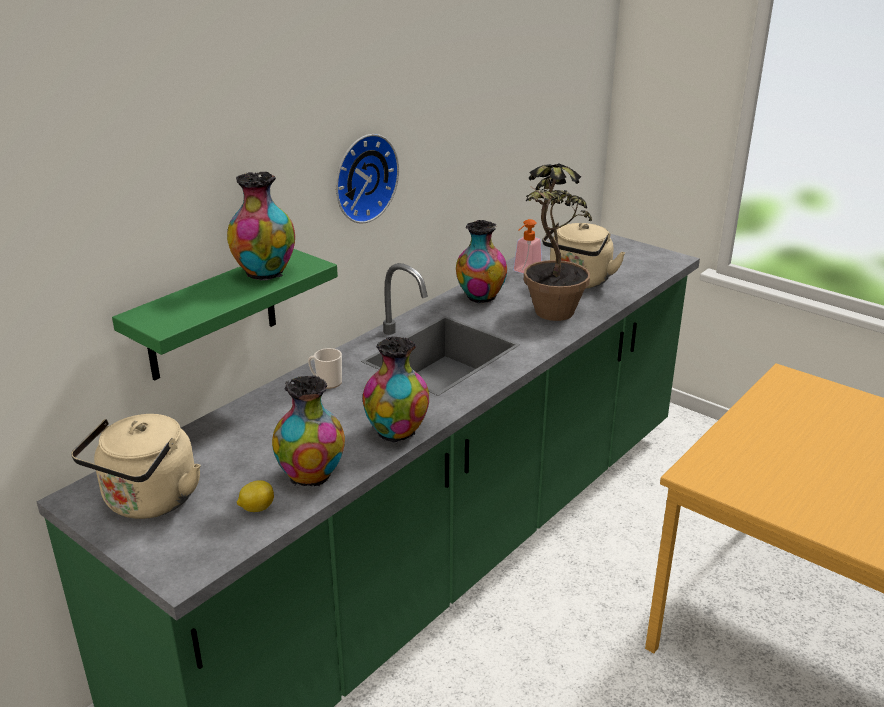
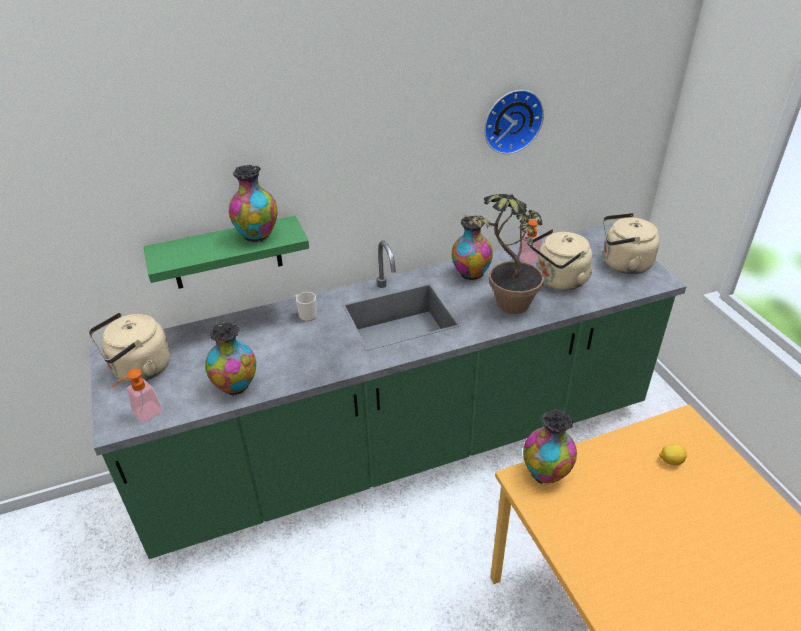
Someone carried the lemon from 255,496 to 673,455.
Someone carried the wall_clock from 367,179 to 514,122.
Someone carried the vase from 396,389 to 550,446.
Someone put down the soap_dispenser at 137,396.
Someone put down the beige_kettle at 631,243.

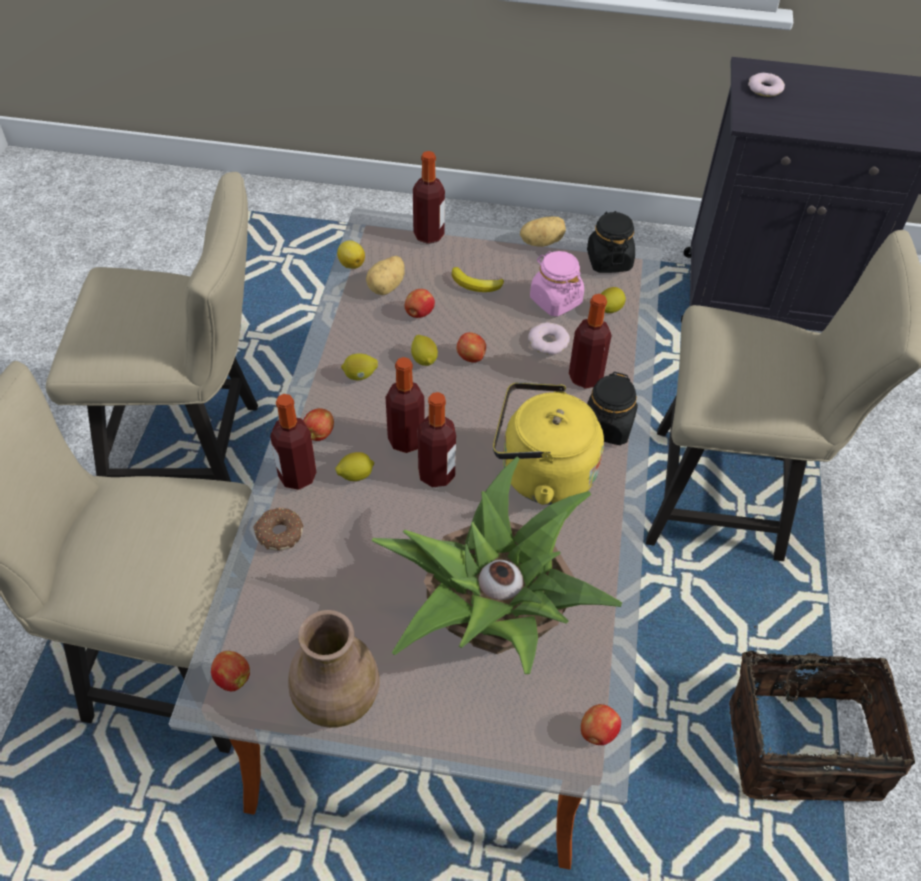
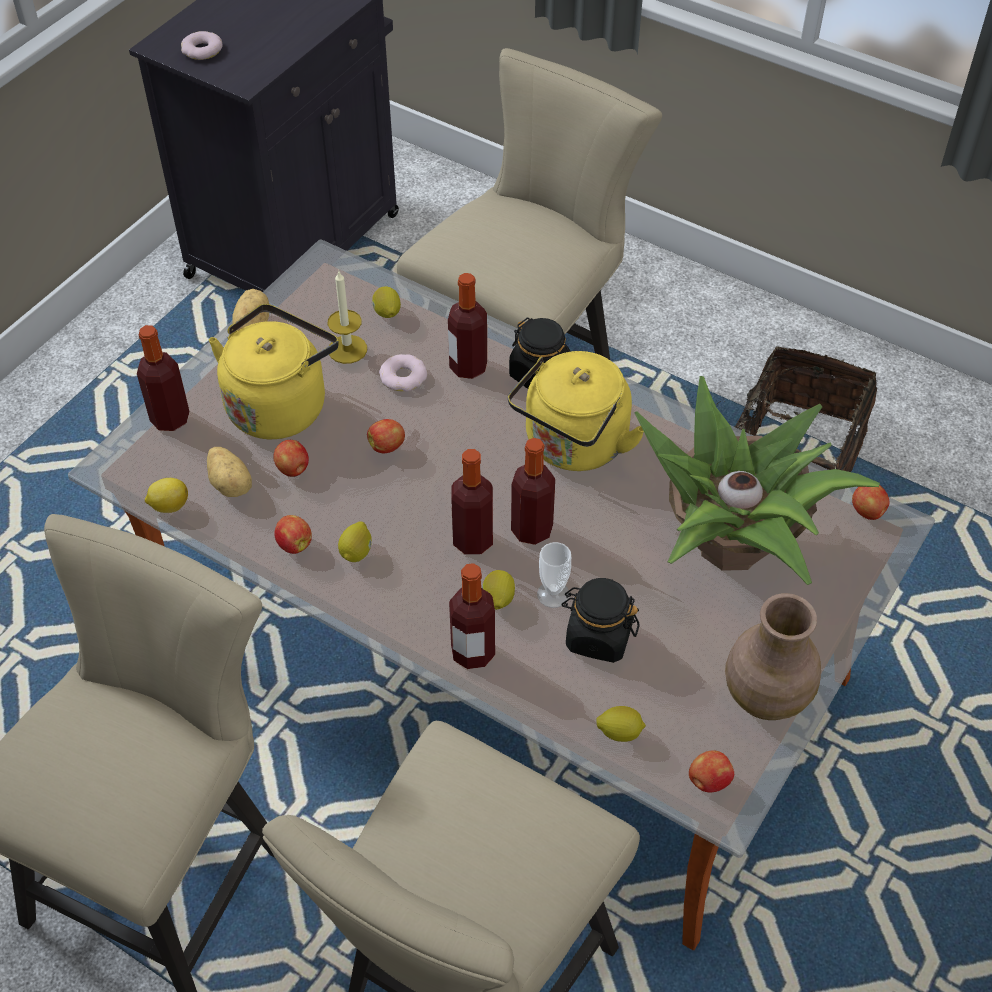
Someone took away the donut at 278,529.
Someone carried the apple from 318,424 to 293,534.
Someone carried the lemon from 424,350 to 621,724.
Someone swapped the banana at 478,279 for the yellow_kettle at 274,371.
Someone swapped the pink_jar at 557,283 for the candle at 347,317.
Someone carried the black_jar from 611,242 to 600,620.
Someone put down the cup at 554,575.

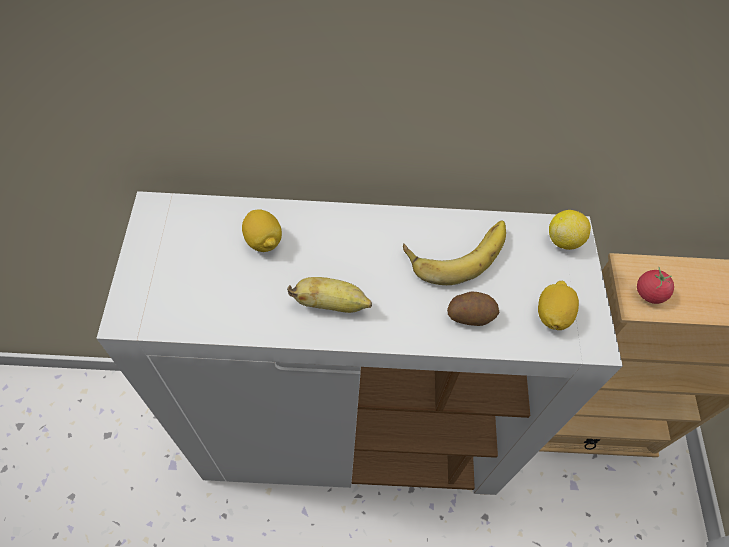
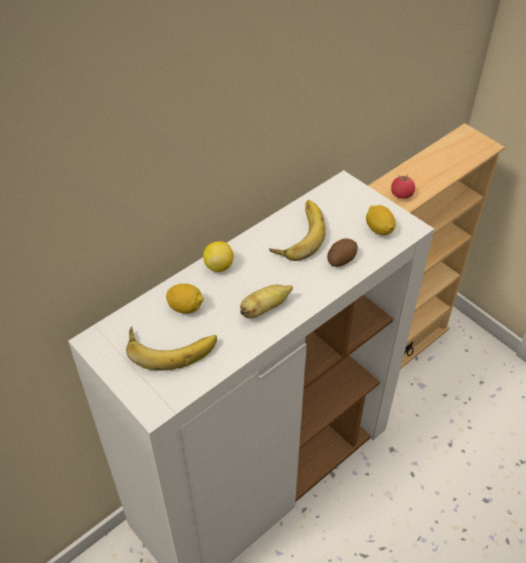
Someone carried the lemon from 570,230 to 218,256.
Someone put down the banana at 171,348.

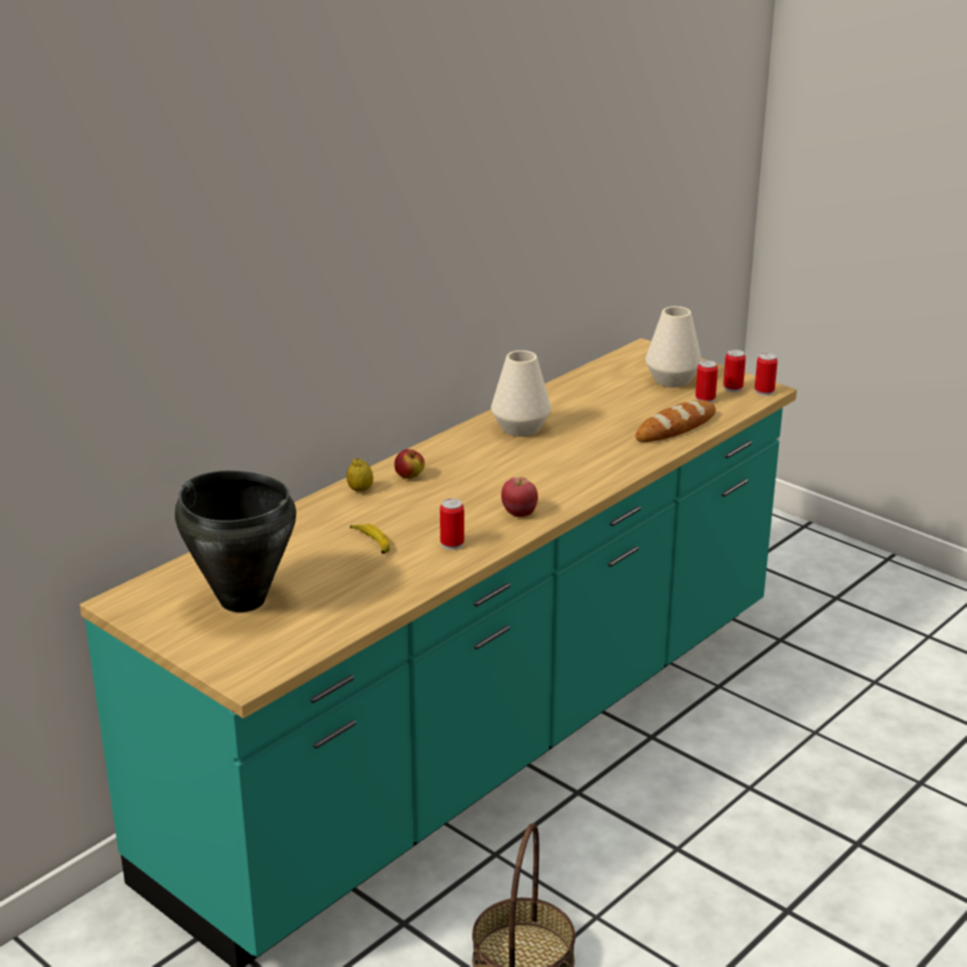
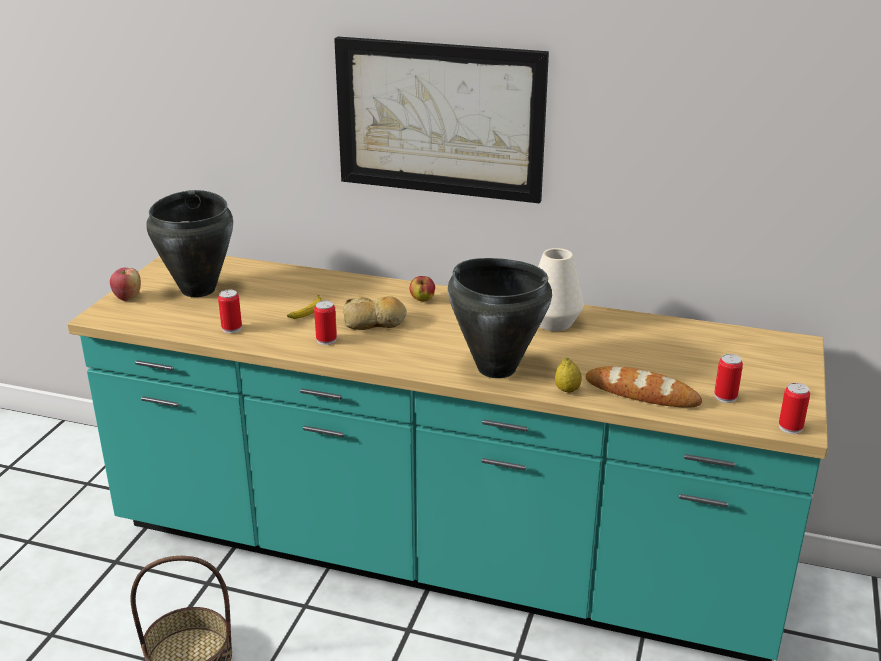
Someone carried the lemon from 359,475 to 568,375.
Someone carried the apple from 519,497 to 125,284.
Someone took away the white_vase at 673,347.
Someone carried the can from 734,370 to 230,311.
Someone put up the picture at 441,120.
Someone put down the bread at 375,313.
Someone put down the black_cooking_pot at 500,318.

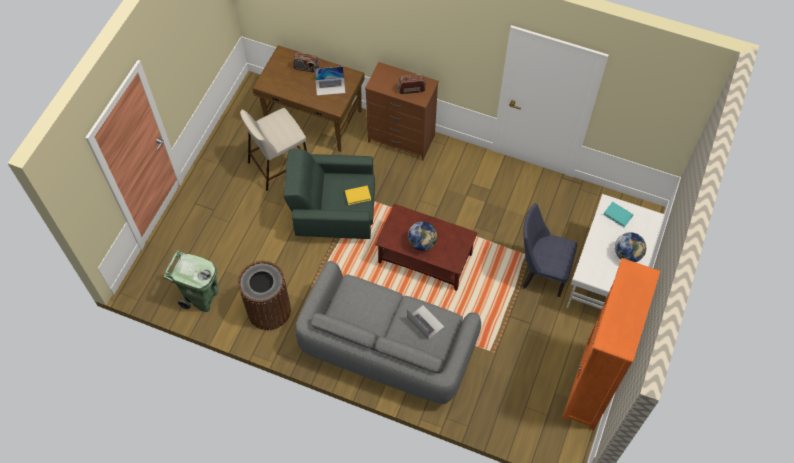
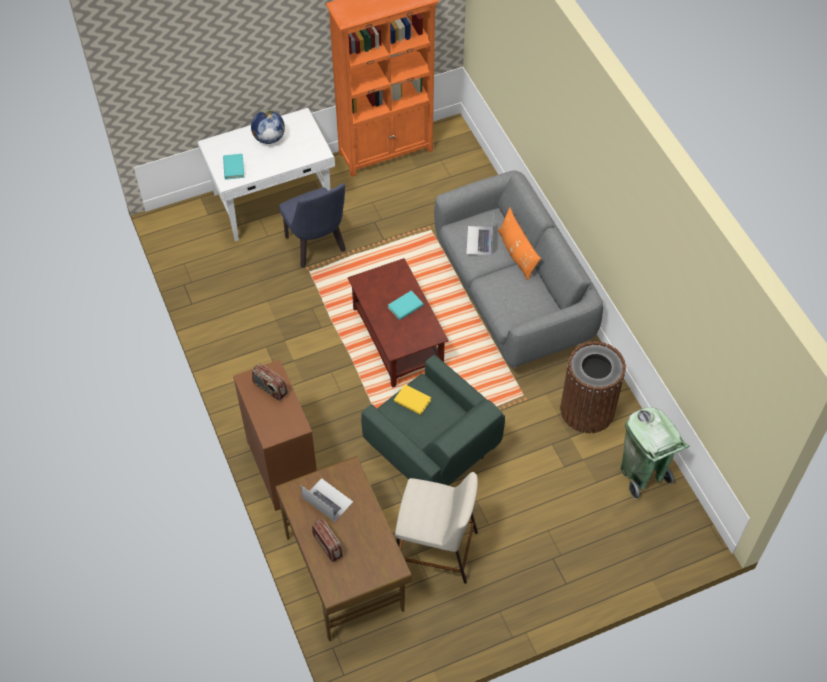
Someone swapped the globe at 422,236 for the turquoise_book at 406,305.
Someone put down the orange_pillow at 519,244.

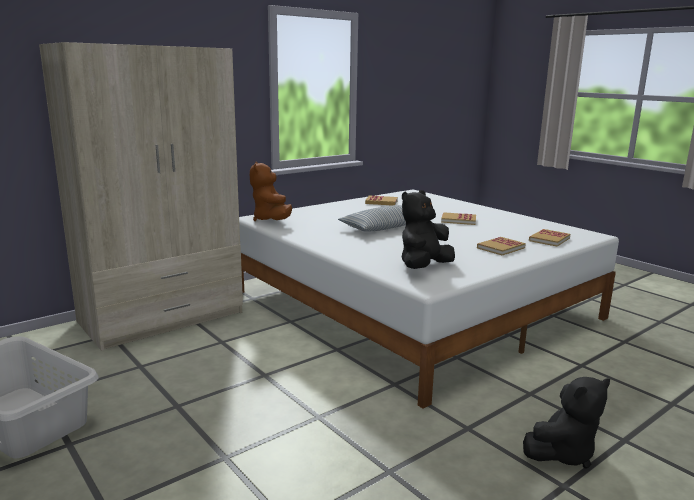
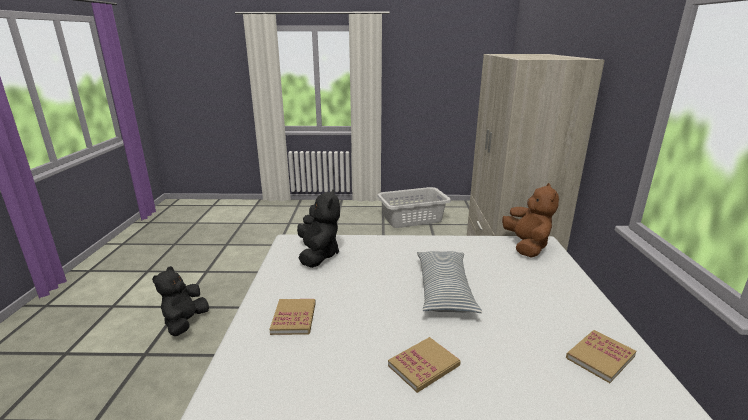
Someone rotated the brown_plush_toy at 271,191 by 60 degrees clockwise.
Someone took away the book at 549,237.

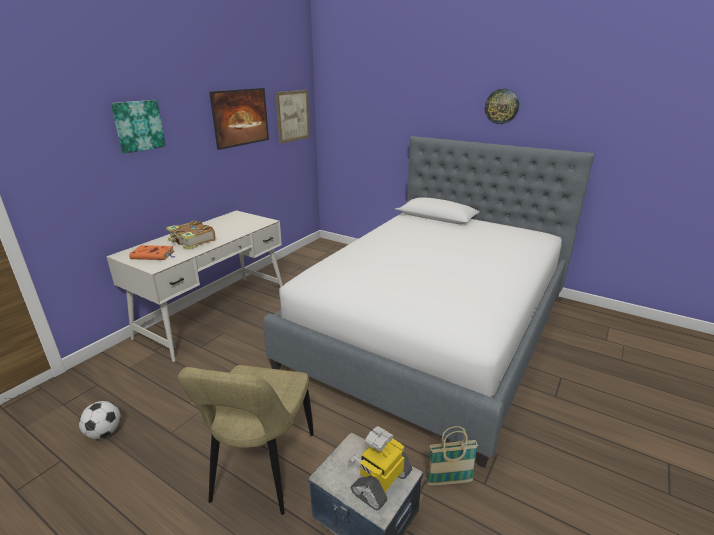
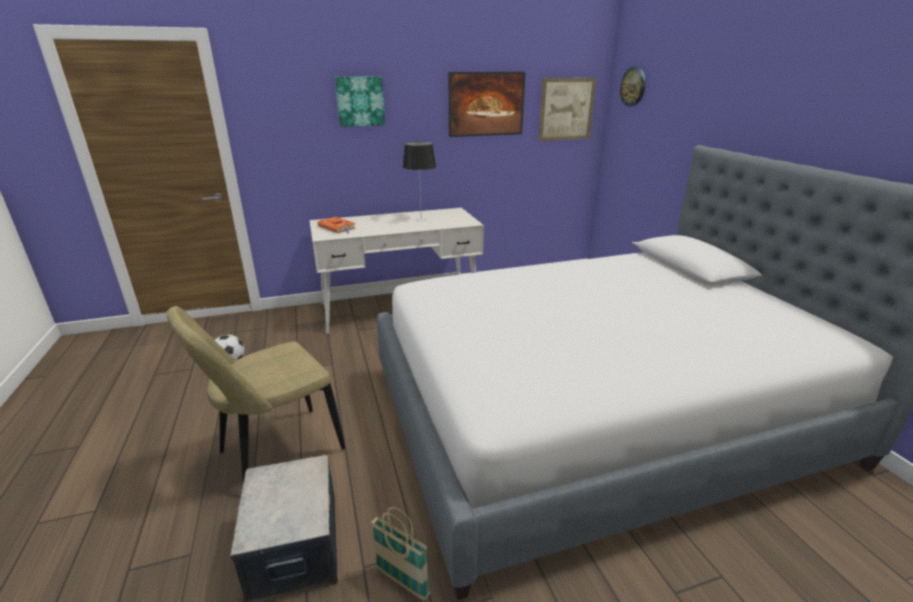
Someone took away the book at 191,235.
Someone took away the toy_robot at 380,468.
Someone carried the wall_clock from 502,106 to 633,87.
Someone put down the table_lamp at 419,181.

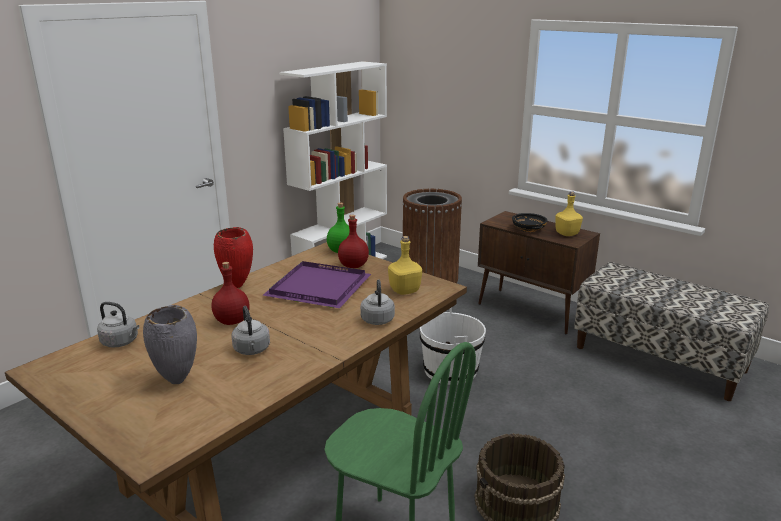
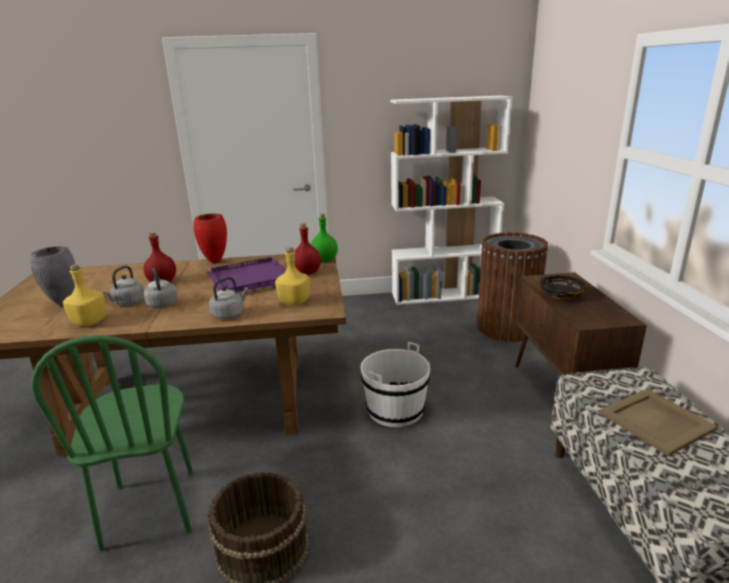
Someone carried the grey_kettle from 118,325 to 161,288.
Someone carried the yellow_bottle from 569,213 to 84,295.
Someone put down the beige_tray at 658,422.

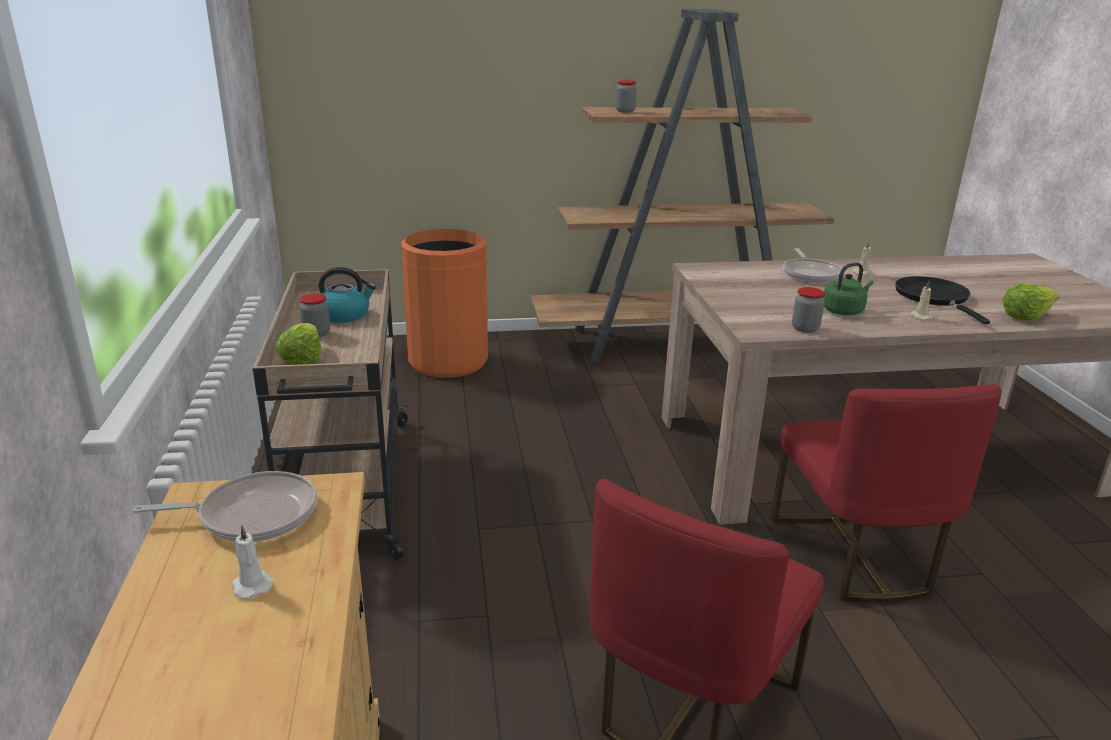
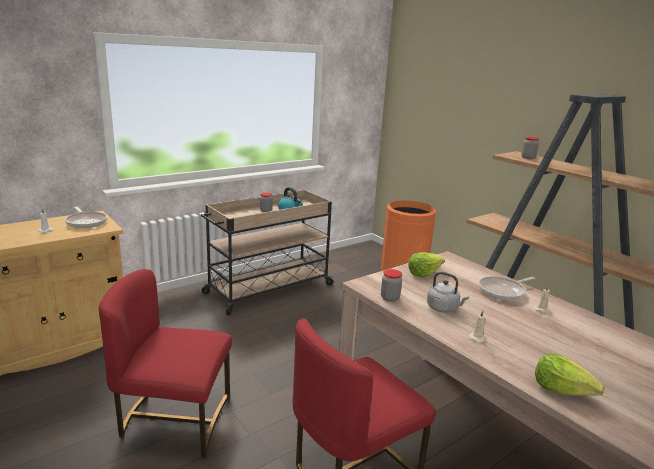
Someone carried the lettuce from 298,344 to 426,264.
Someone repainted the green_kettle at 848,288, which became the grey_kettle at 448,292.
Someone took away the black_frying_pan at 942,300.

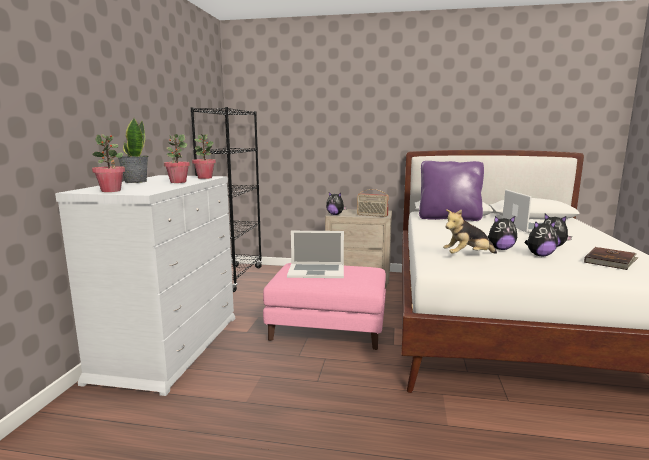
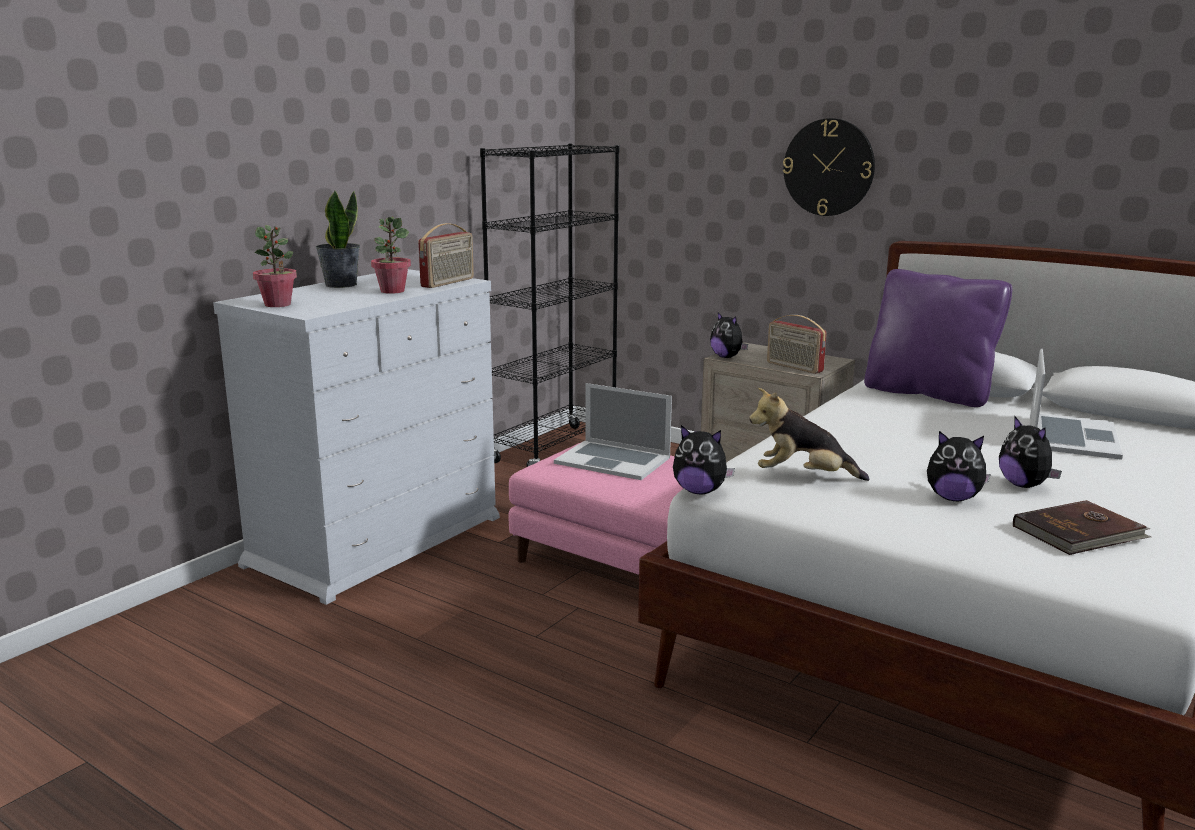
Someone swapped the potted_plant at 204,156 for the radio at 446,255.
Someone carried the plush_toy from 502,233 to 704,459.
Someone put up the wall_clock at 829,167.

